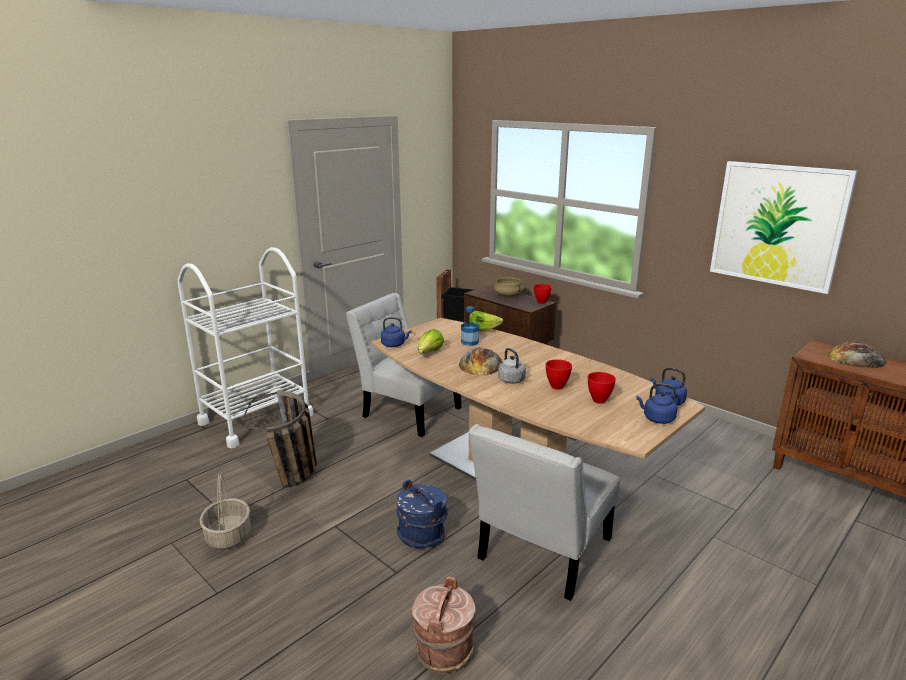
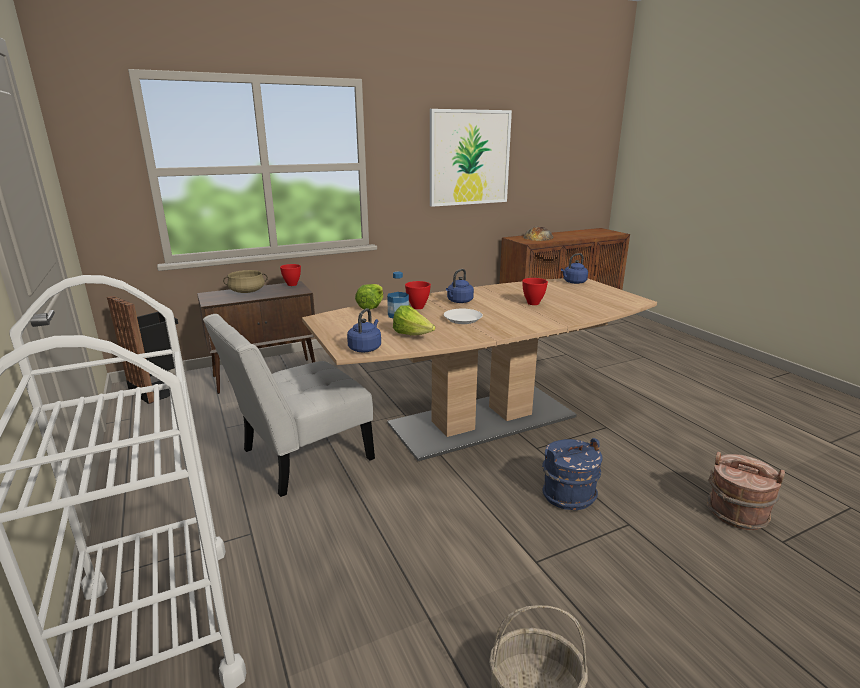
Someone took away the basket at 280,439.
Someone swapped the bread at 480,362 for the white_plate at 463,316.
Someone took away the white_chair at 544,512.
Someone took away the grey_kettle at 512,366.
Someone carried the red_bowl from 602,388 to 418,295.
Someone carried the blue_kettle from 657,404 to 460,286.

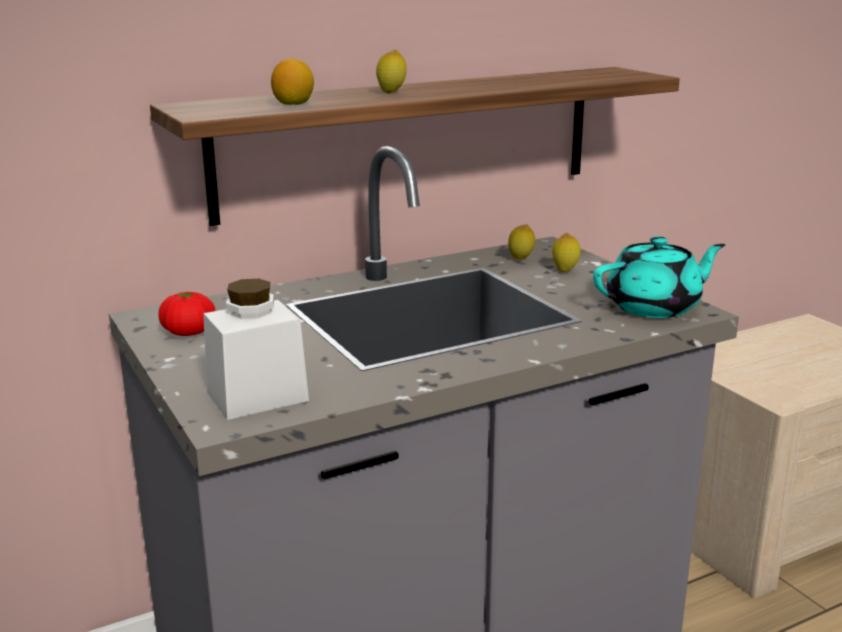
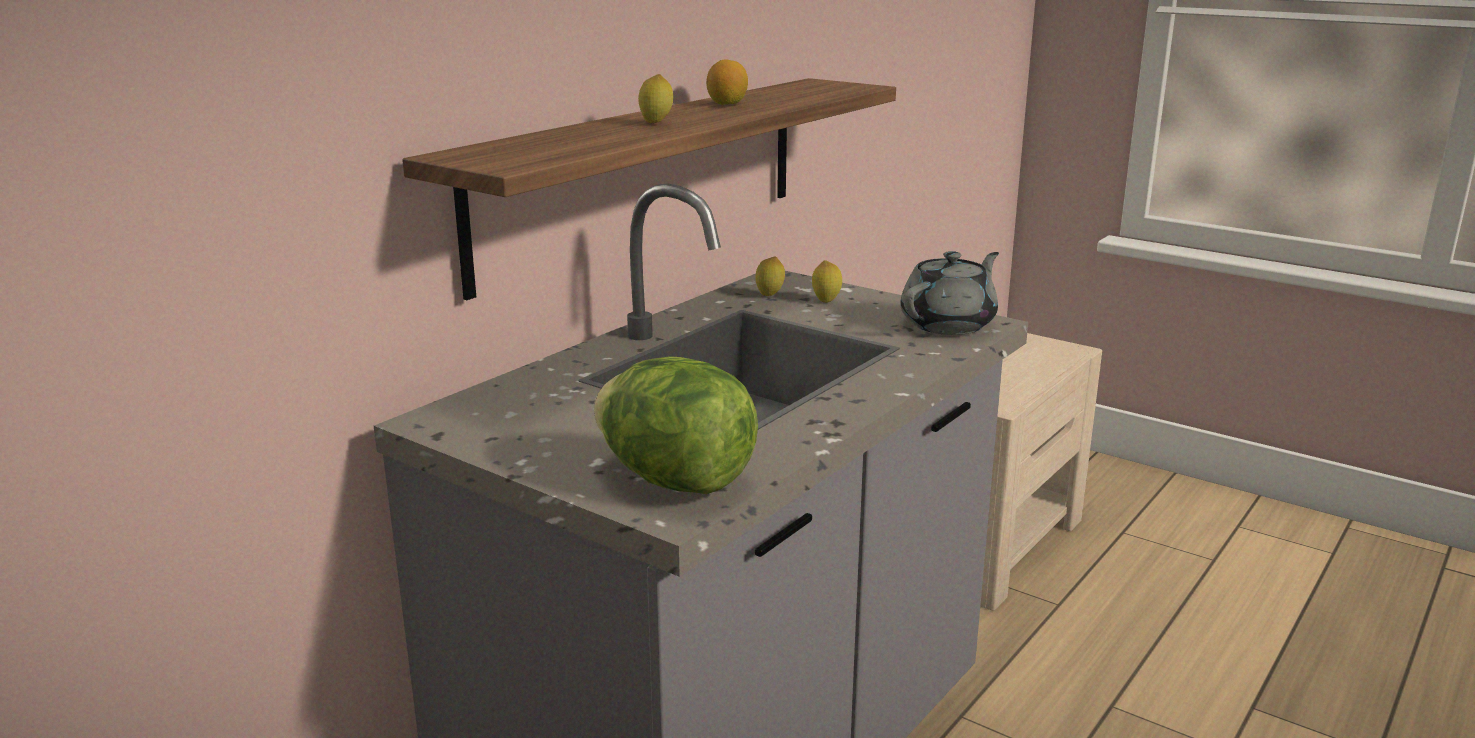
Someone took away the tomato at 187,314.
Someone swapped the white_jar at 256,349 for the lettuce at 676,425.
Someone carried the lemon from 292,81 to 727,82.
Someone repainted the turquoise_teapot at 659,277, which became the grey_teapot at 949,293.

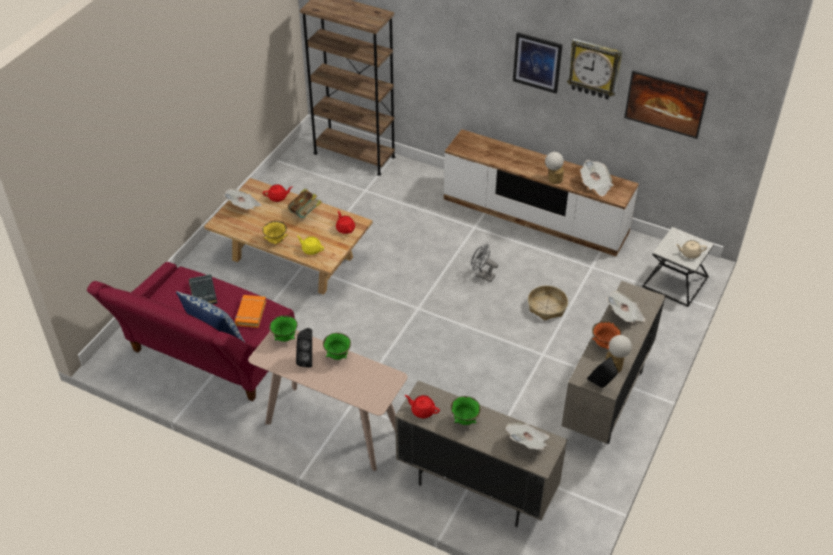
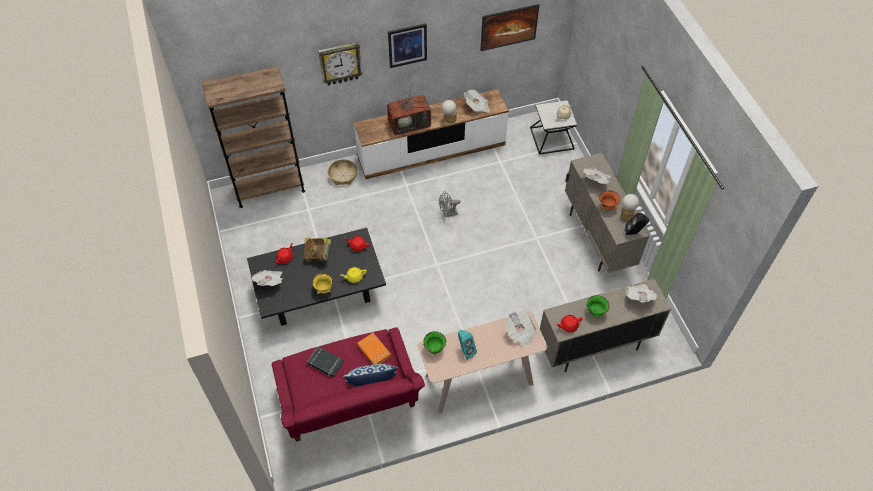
Someone repainted the beige_coffee_table at 288,236, which became the black_coffee_table at 316,277.
Someone repainted the black_speaker at 304,348, which became the turquoise_speaker at 467,344.
Someone took away the green_bowl at 337,346.
Someone carried the basket from 548,303 to 343,172.
Someone carried the wall_clock from 594,69 to 340,64.
Someone put down the television at 411,109.
Someone put down the newspaper at 521,329.

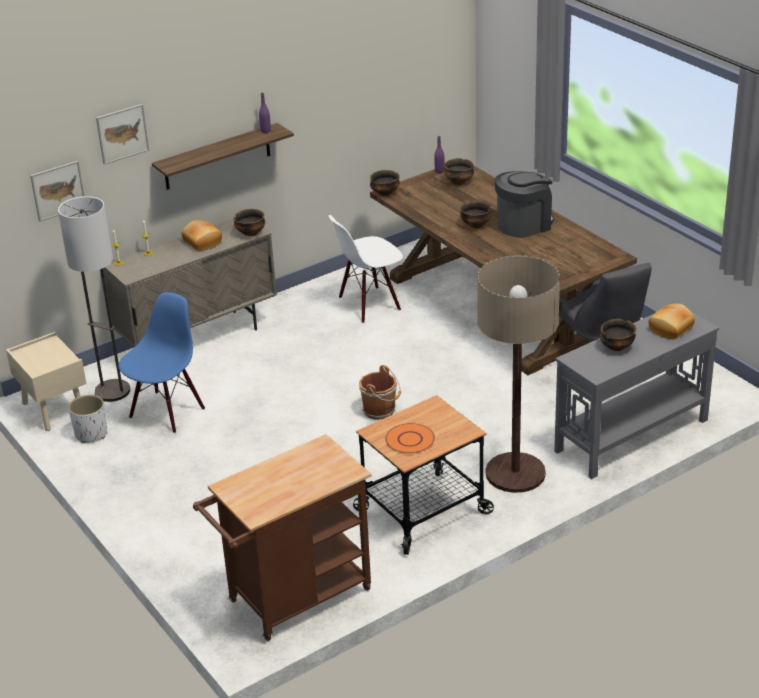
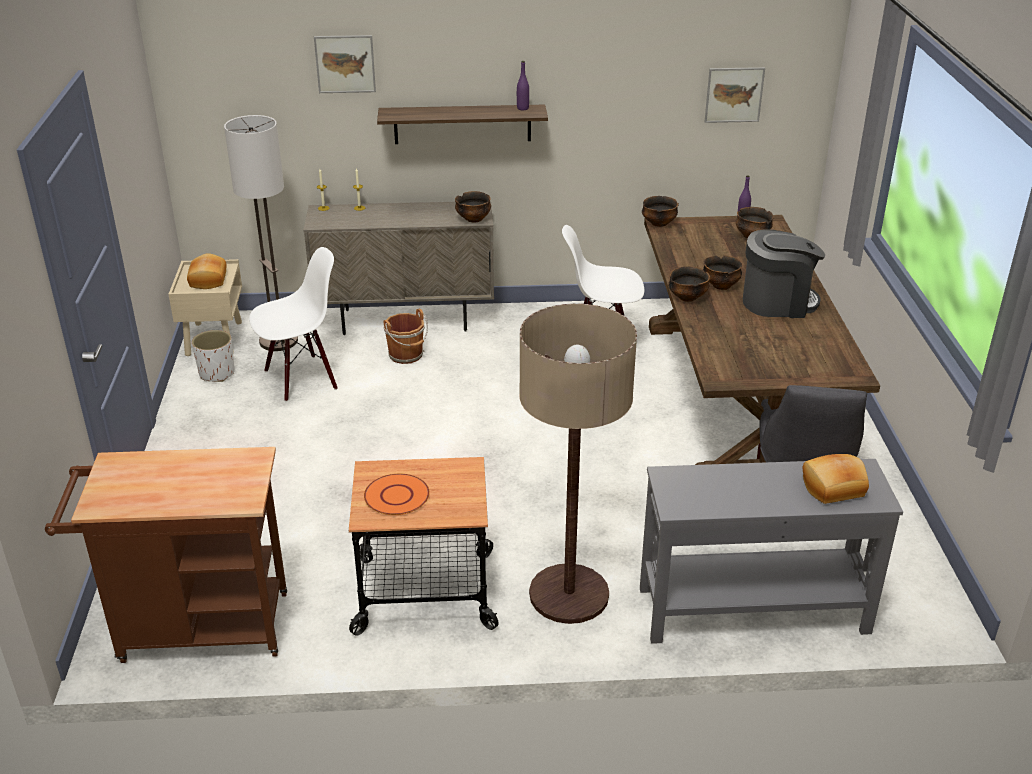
Someone carried the picture from 57,191 to 735,95.
Someone repainted the blue_chair at 161,362, which became the white_chair at 293,324.
Someone carried the bread from 202,235 to 206,271.
Someone carried the brown_bucket from 380,392 to 405,336.
Someone carried the bowl from 618,335 to 689,284.

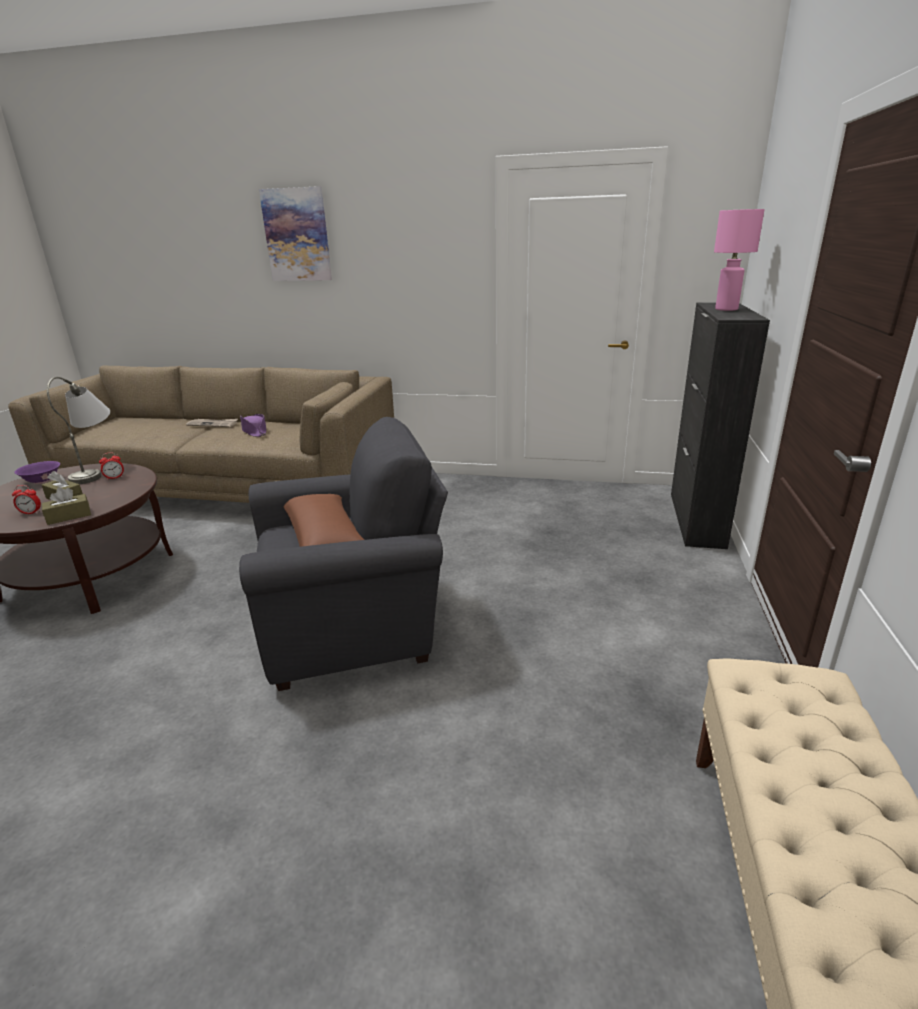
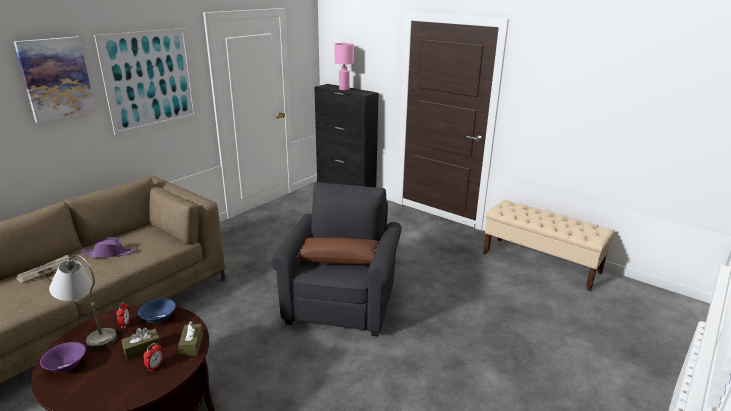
Someone put up the picture at 145,81.
Someone put down the blue_bowl at 157,310.

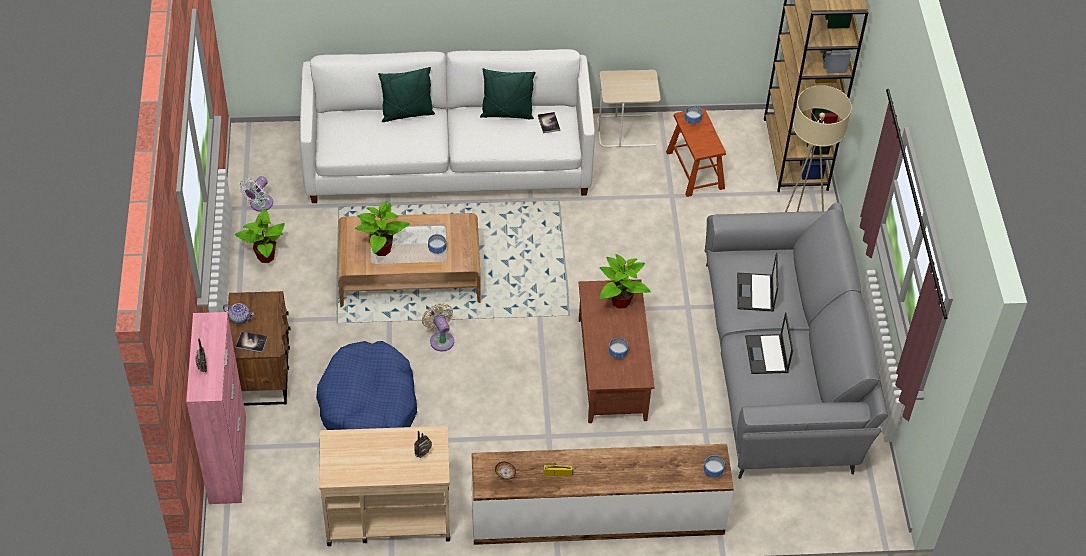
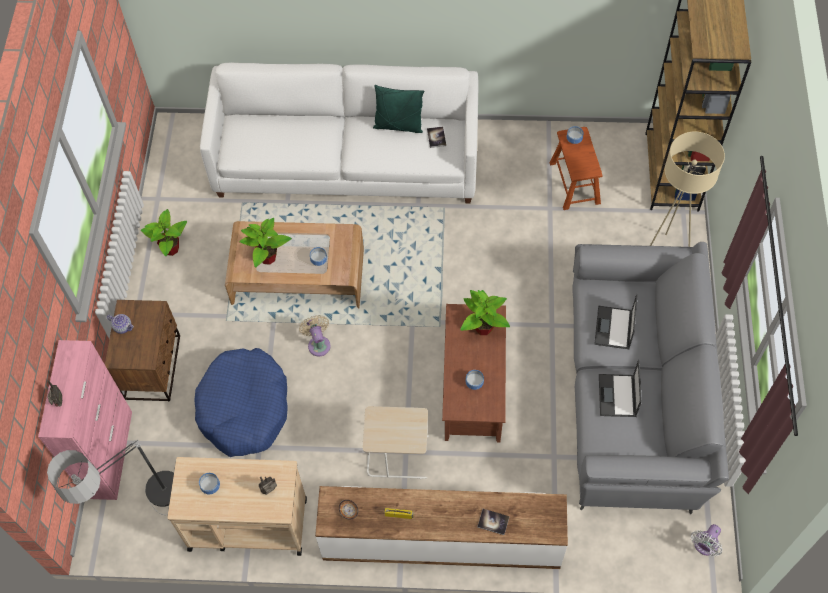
Someone carried the book from 252,342 to 493,522.
Someone carried the white_fan from 256,194 to 707,540.
Someone took away the green_pillow at 406,94.
Someone carried the beige_side_table from 629,108 to 395,442.
Someone carried the bowl from 714,466 to 209,483.
Someone put down the floor_lamp at 110,477.

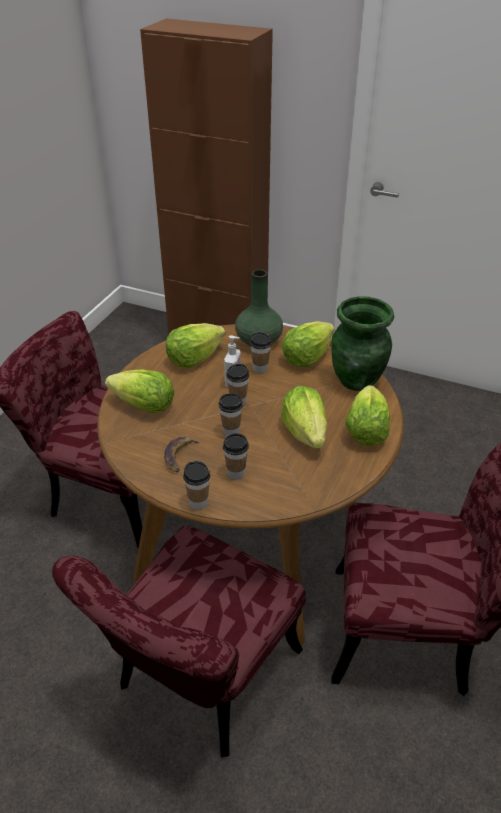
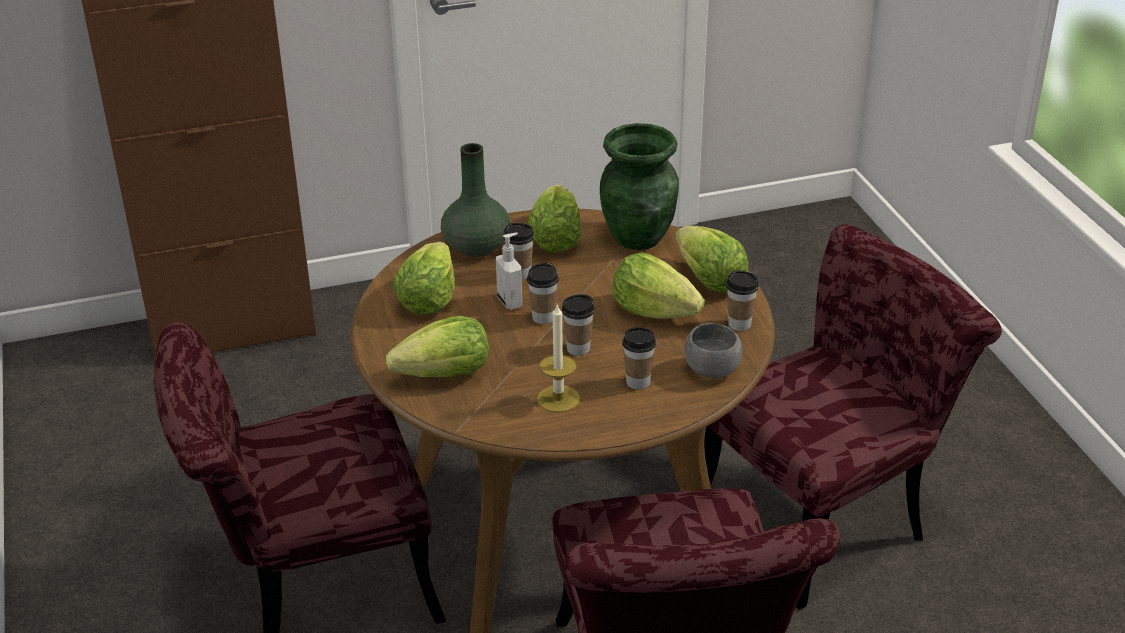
Someone swapped the banana at 182,454 for the candle at 558,358.
Someone carried the cup from 196,485 to 742,301.
Someone put down the grey_bowl at 713,350.

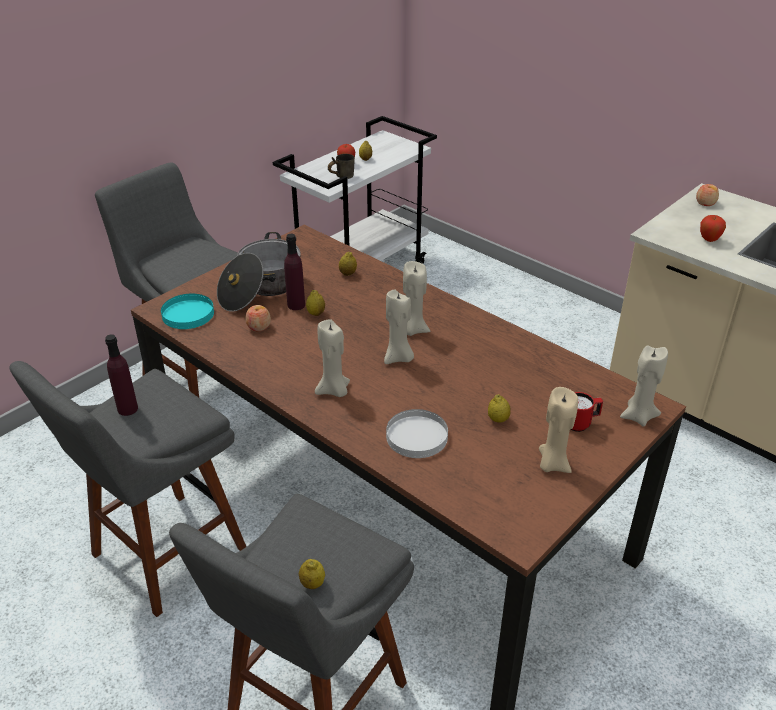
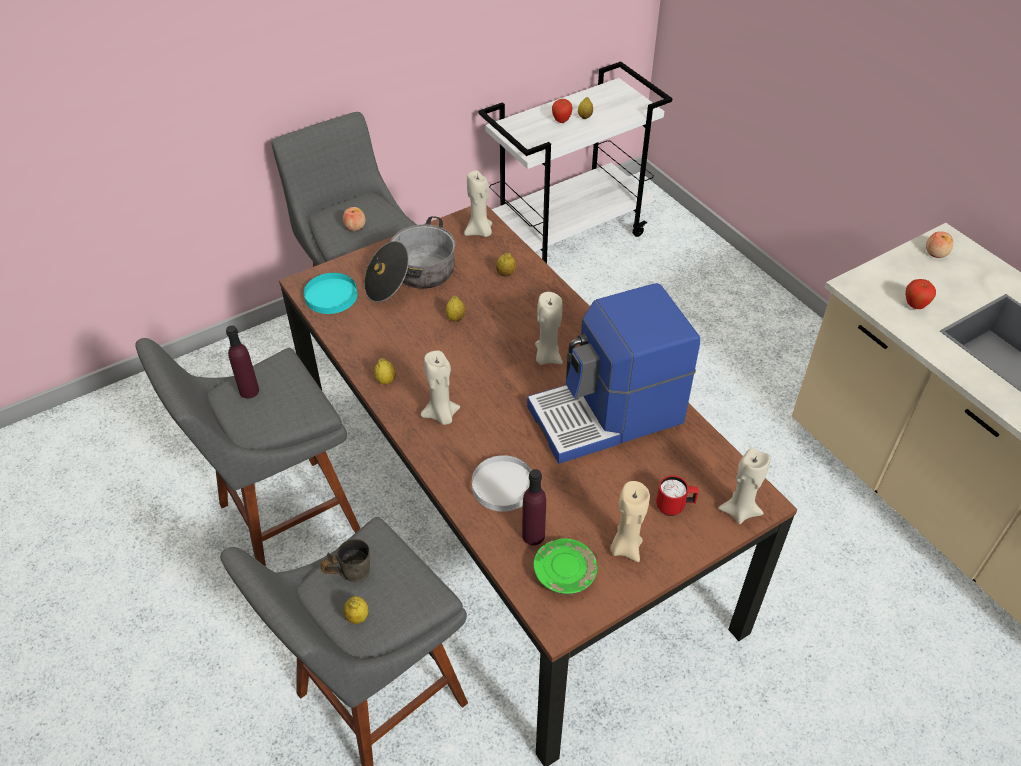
Someone carried the apple from 258,318 to 354,219.
Someone carried the purple_bottle from 294,272 to 534,507.
Someone carried the grey_mug from 341,166 to 345,560.
Someone carried the beige_candle from 399,326 to 478,203.
Someone carried the lemon from 499,408 to 385,371.
Someone put down the coffee_machine at 613,373.
Someone put down the green_plate at 566,566.

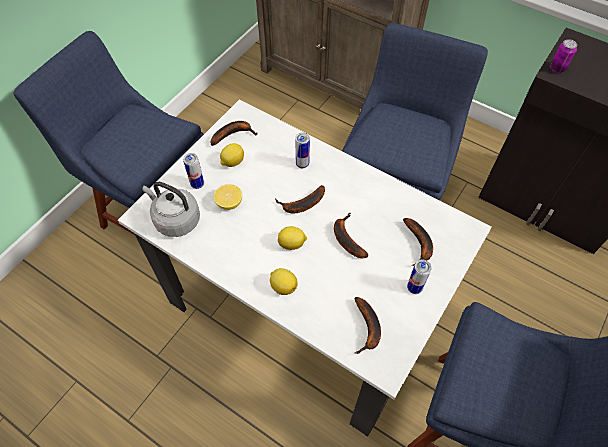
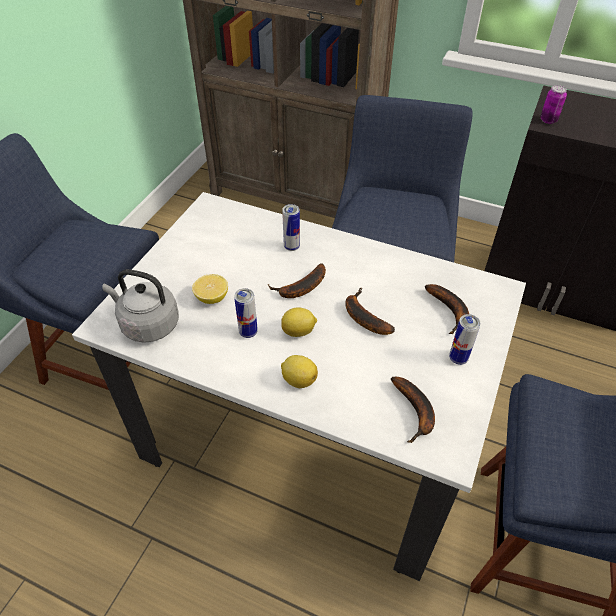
Someone carried the can from 193,171 to 246,313.
Someone took away the banana at 234,133.
Someone took away the lemon at 232,155.

